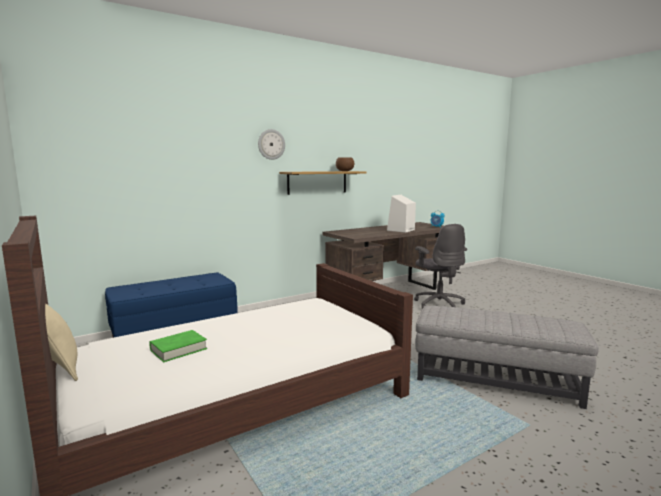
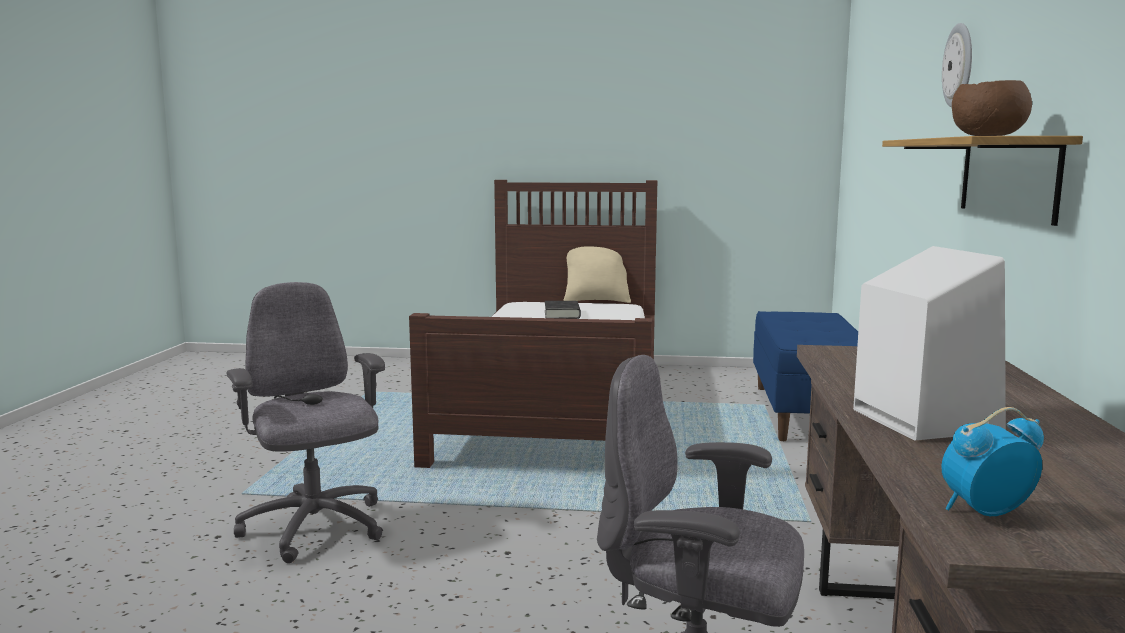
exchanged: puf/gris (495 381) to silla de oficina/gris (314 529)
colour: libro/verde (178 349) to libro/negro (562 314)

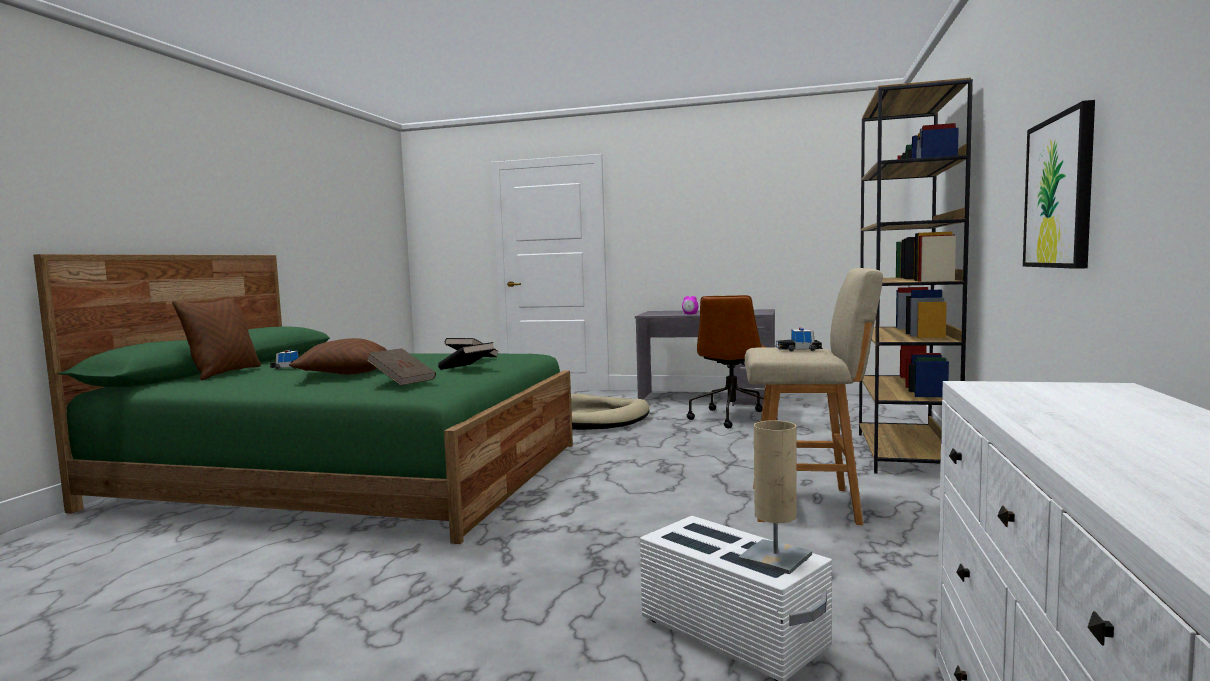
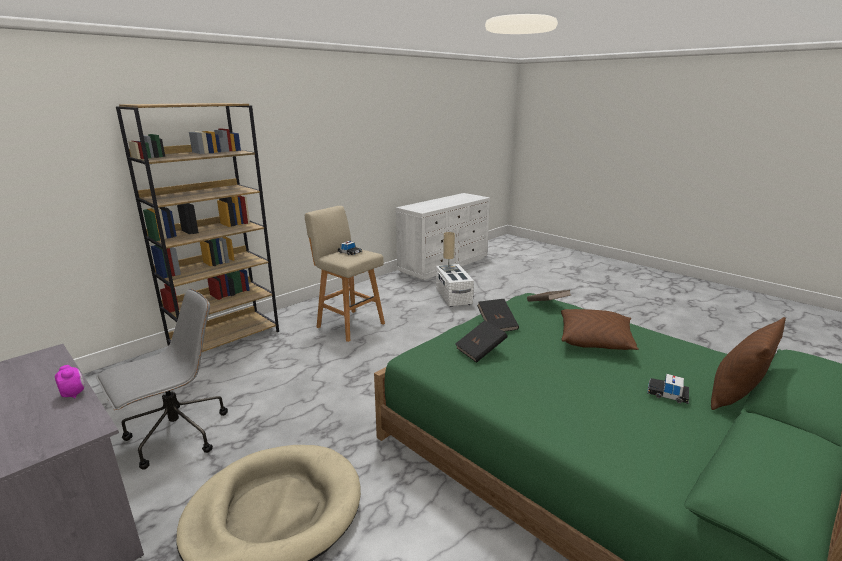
missing: cuadro (1060 192)
colour: silla de oficina/marrón (732 418) to silla de oficina/gris (176 436)

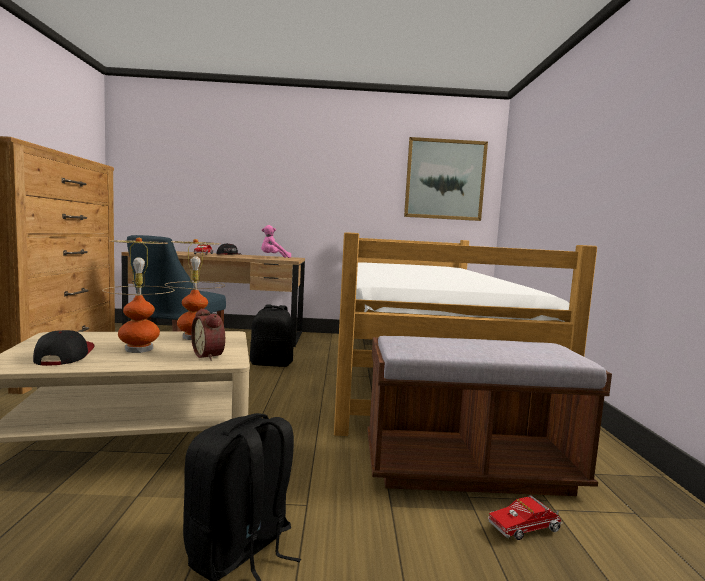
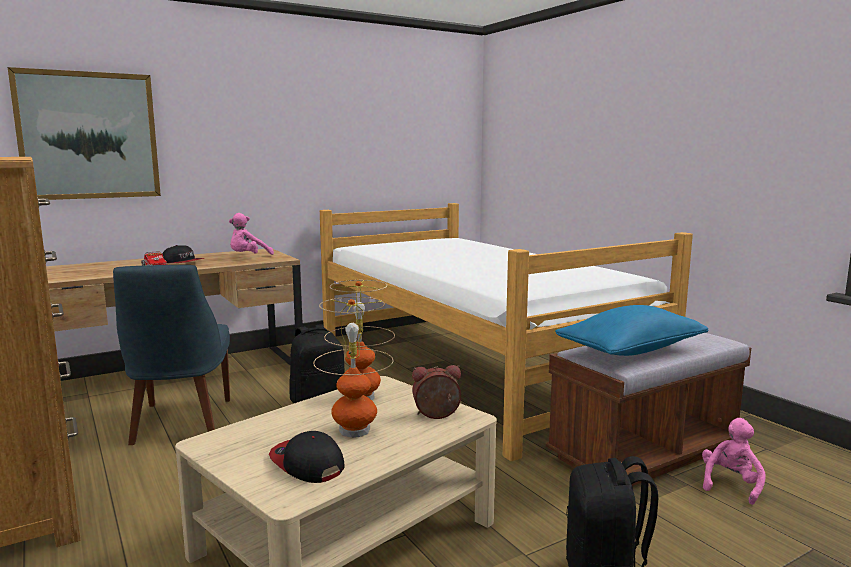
appeared: cojín/azul (630 351)
relocated: cuadro (445 179) to (88 136)
exchanged: camión de juguete (526 528) to peluche/rosa (731 485)
spun: despertador (210 355) = (437 416) 150 degrees clockwise

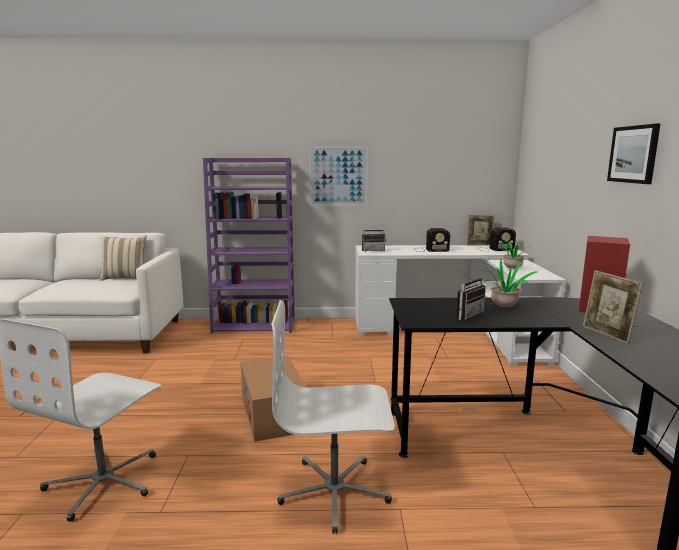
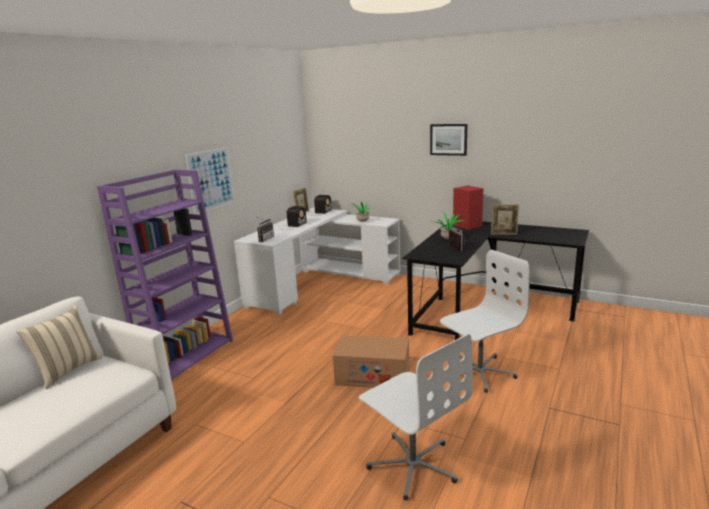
spun: silla de oficina/blanco (335 492) = (479 372) 150 degrees counterclockwise

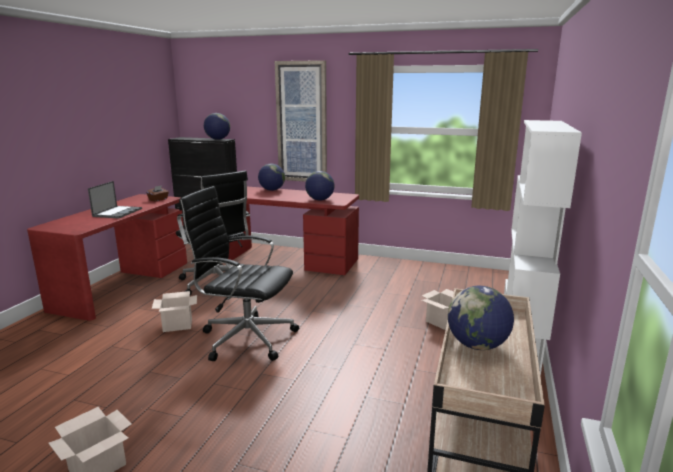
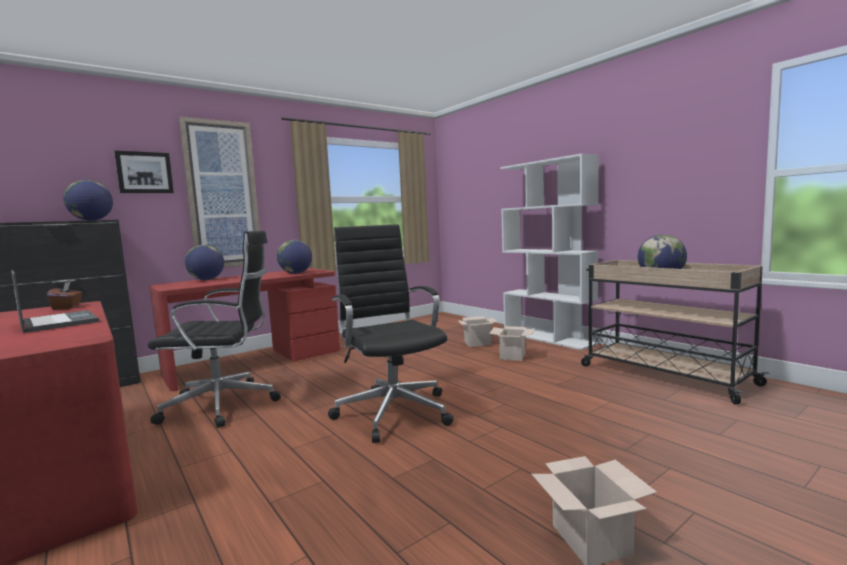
appeared: cuadro (144 172)
relocated: caja de cartón (178 325) to (512 356)
spun: silla de oficina/negro (245 338) = (393 411) 105 degrees clockwise

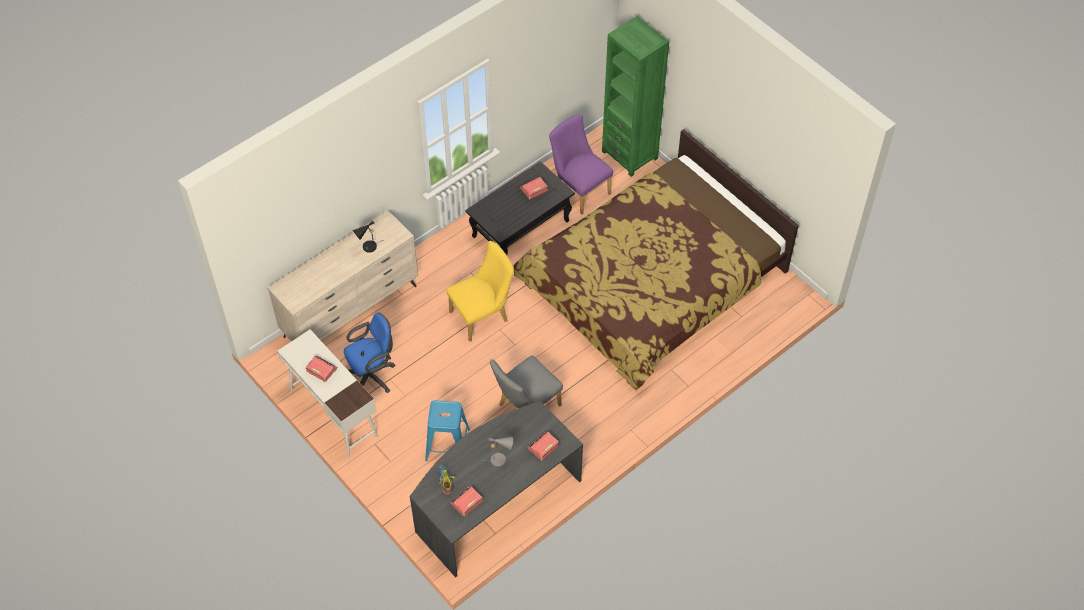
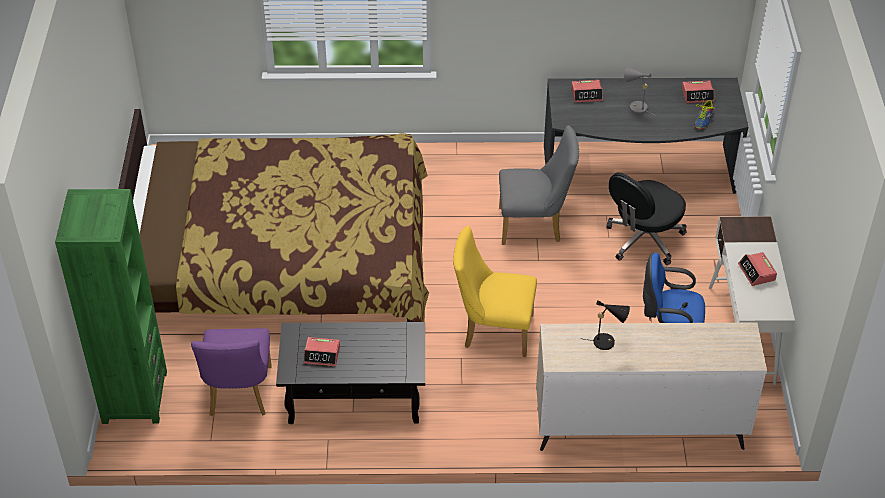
exchanged: taburete/azul (447 445) to silla de oficina/negro (643 240)

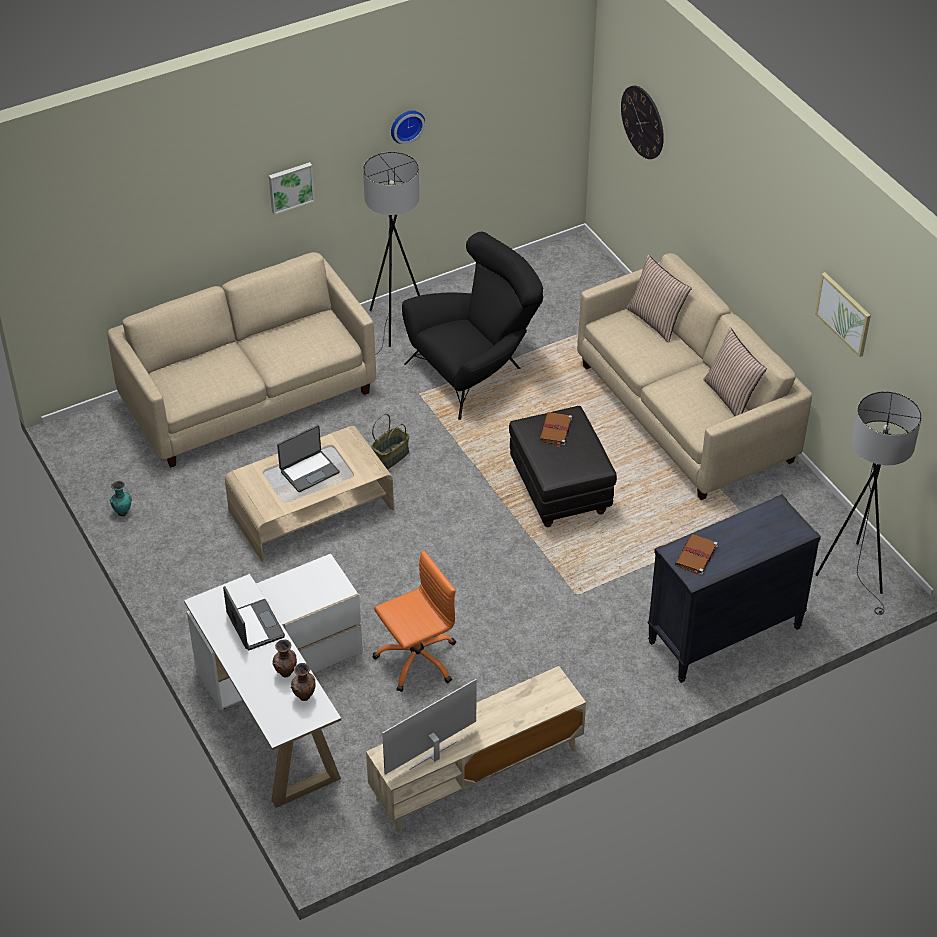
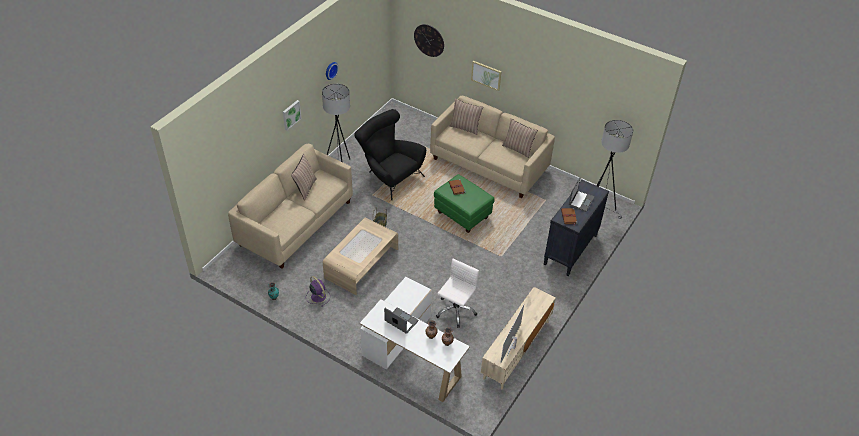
appeared: cojín (305 188); ventilador/morado (318 296)
relocated: cuadro (844 313) to (486 75); portátil (309 471) to (580 201)
colour: puf/negro (561 490) to puf/verde (462 215); silla de oficina/naranja (417 659) to silla de oficina/blanco (455 310)
spun: sillón/negro (475 370) = (389 176) 75 degrees counterclockwise

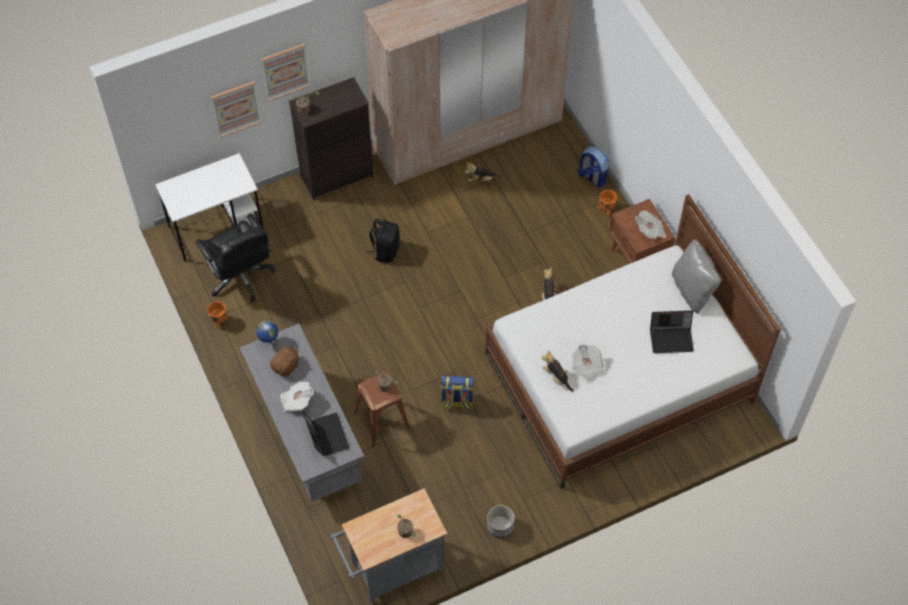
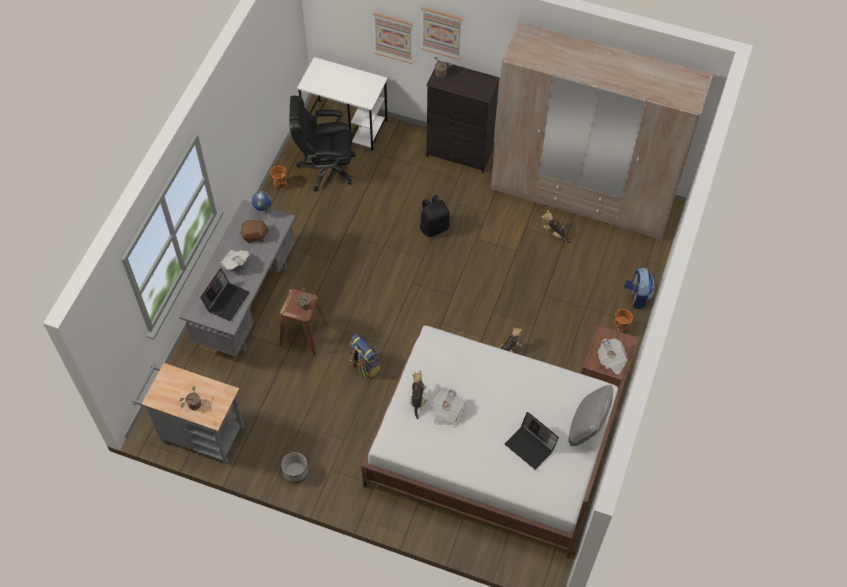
spun: silla de oficina/negro (241 276) = (325 168) 75 degrees clockwise

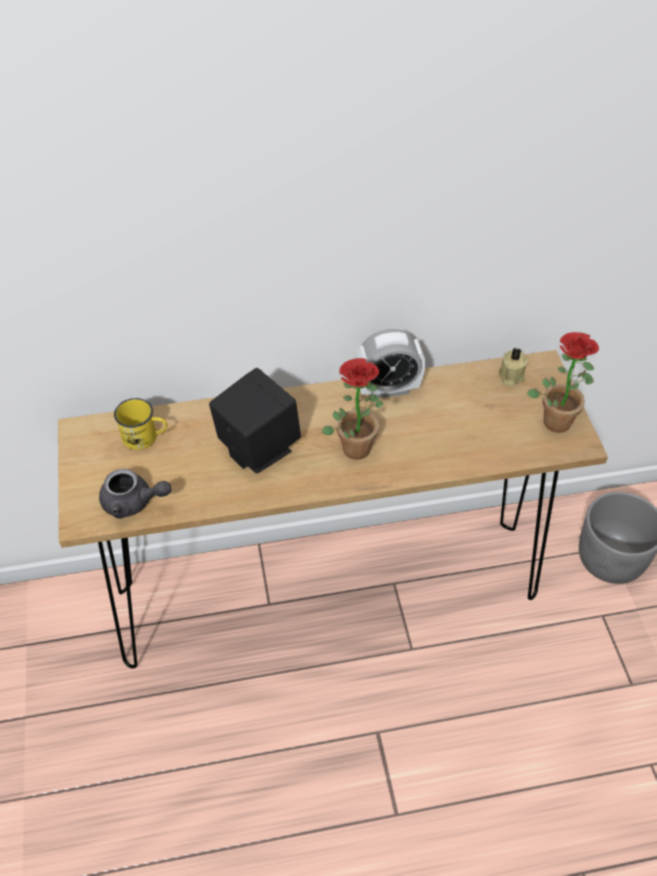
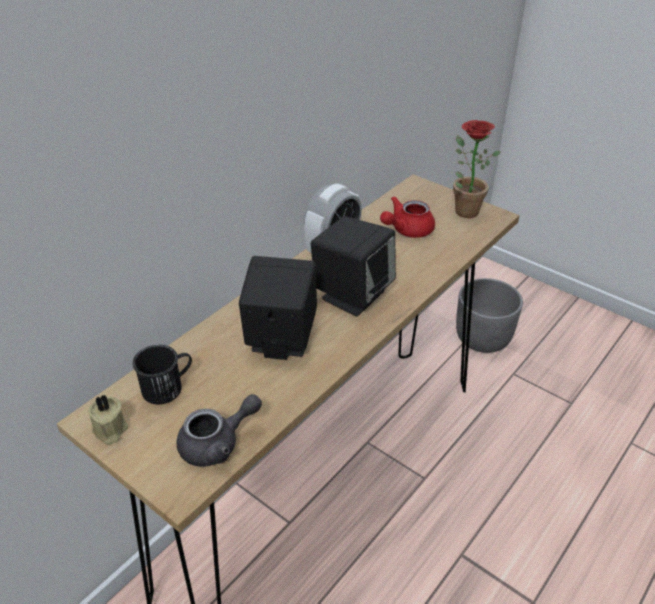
appeared: tetera/rojo (407 230)
relocated: vela/beis (510 376) to (109 430)
exchanged: planta en maceta (354 444) to altavoz/negro (352 294)
colour: taza grande/amarillo (145 437) to taza grande/negro (168 387)

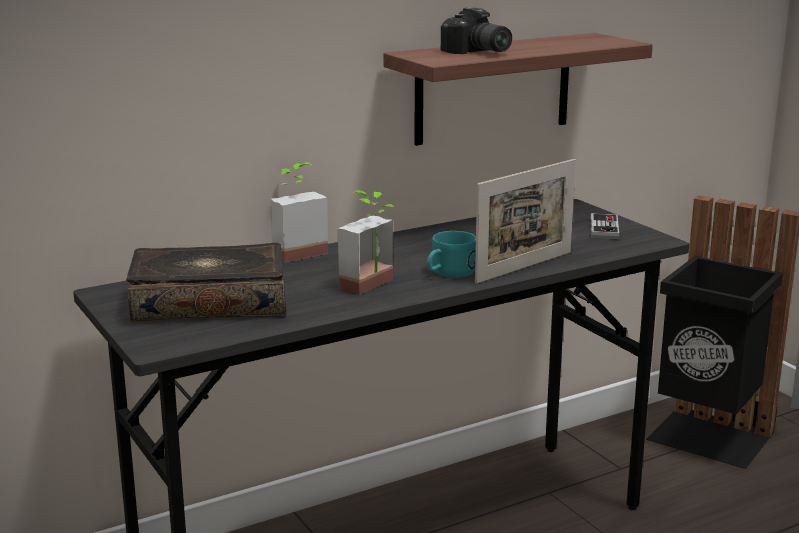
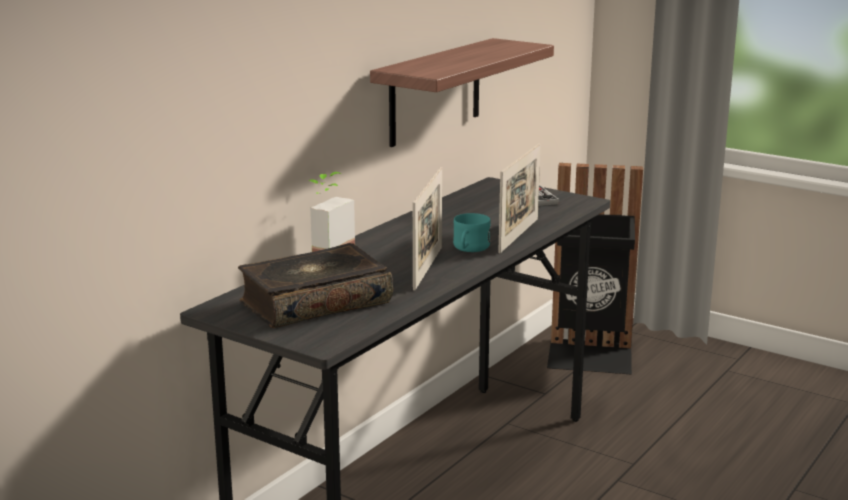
missing: cámara (476 52)
exchanged: planta en maceta (375 286) to portarretratos (428 268)

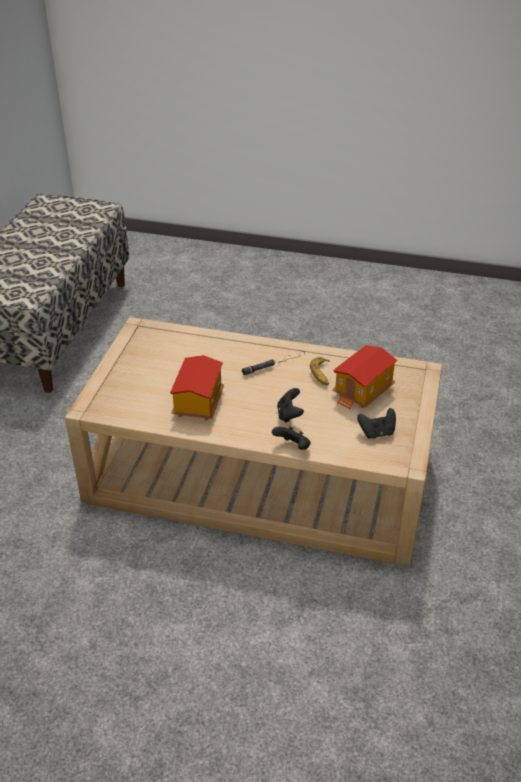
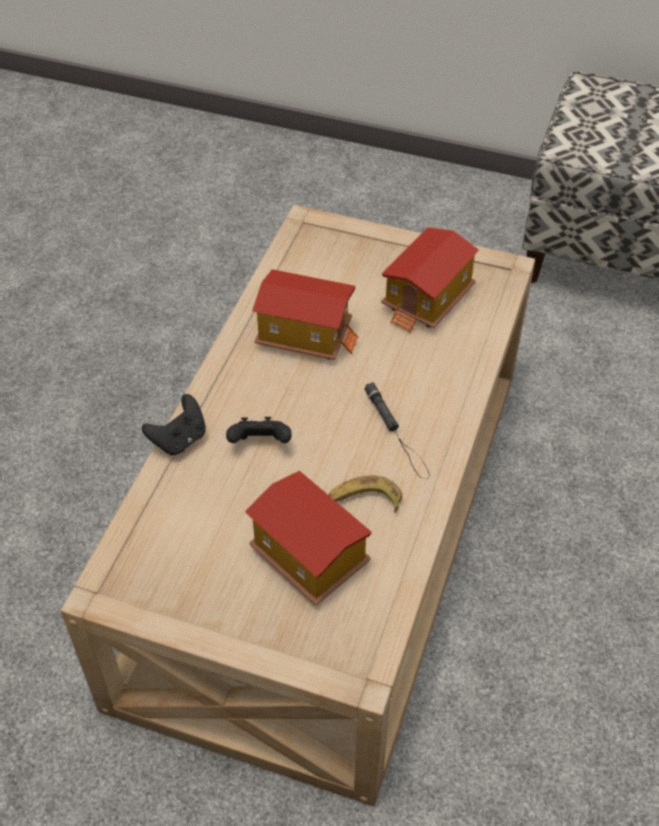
missing: mando de consola/negro (377 433)
appeared: casita (428 300)

